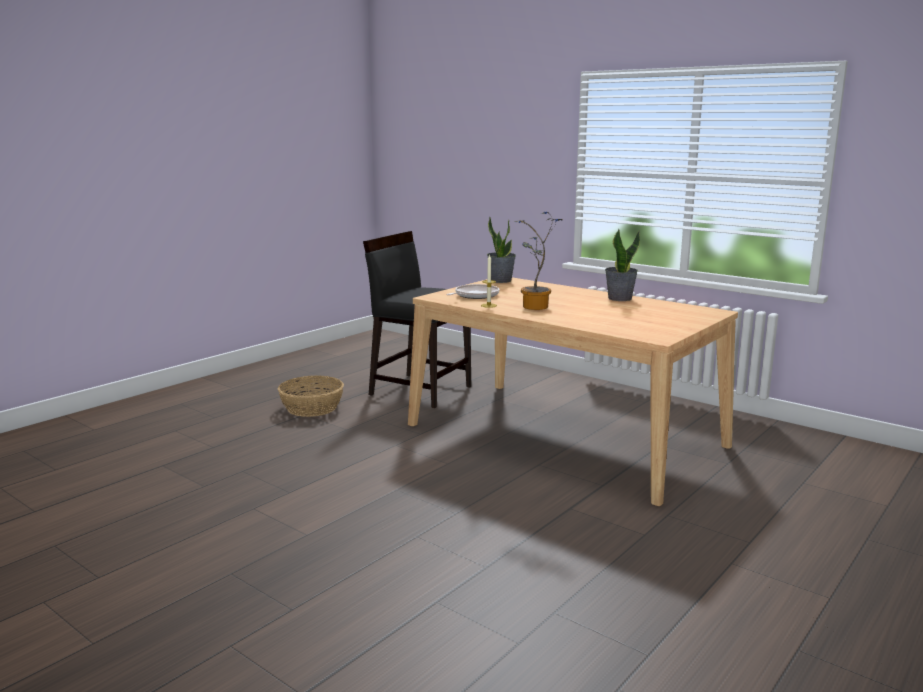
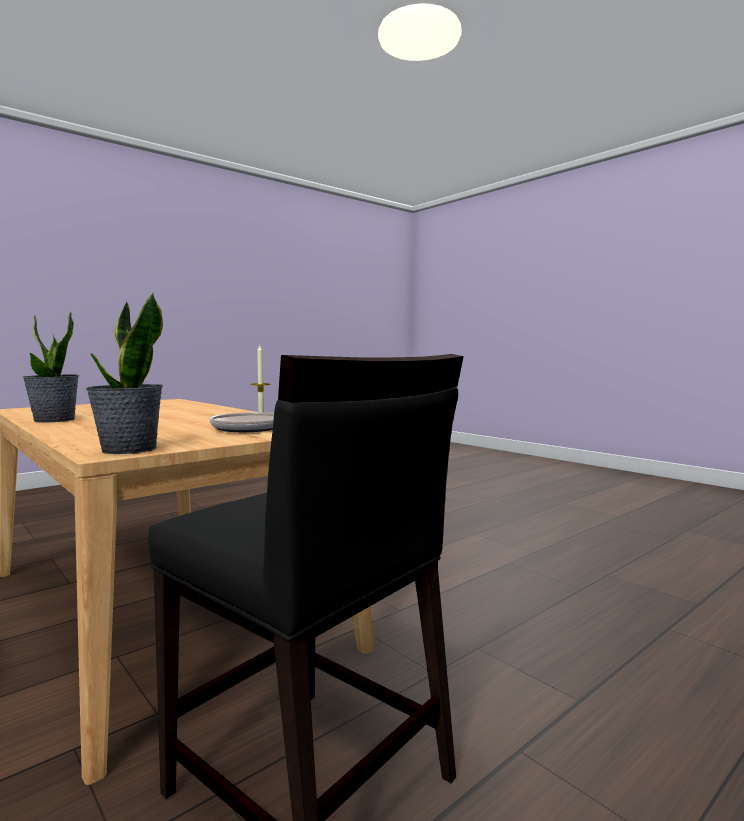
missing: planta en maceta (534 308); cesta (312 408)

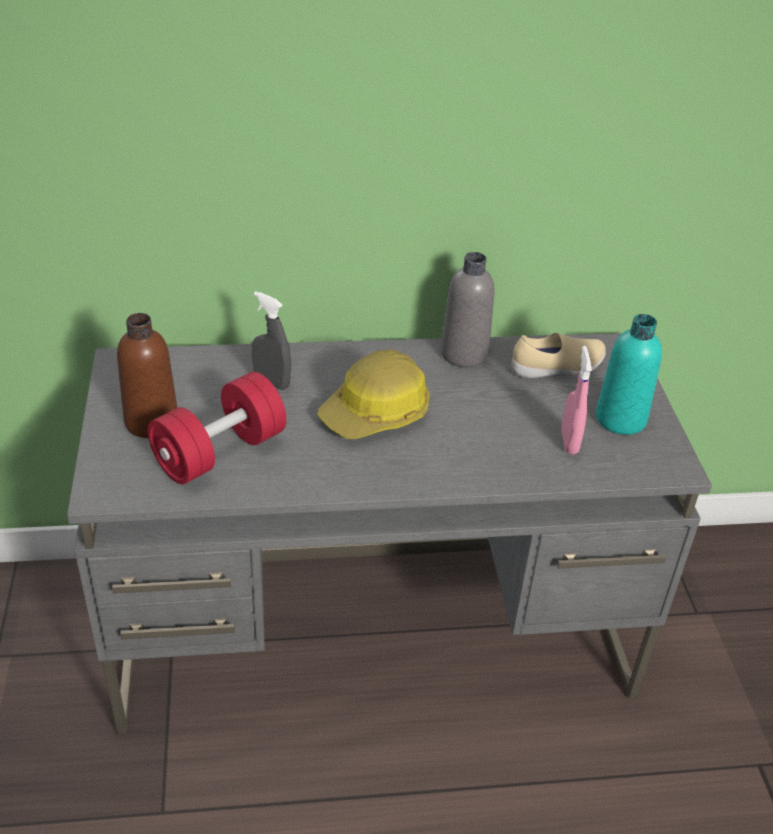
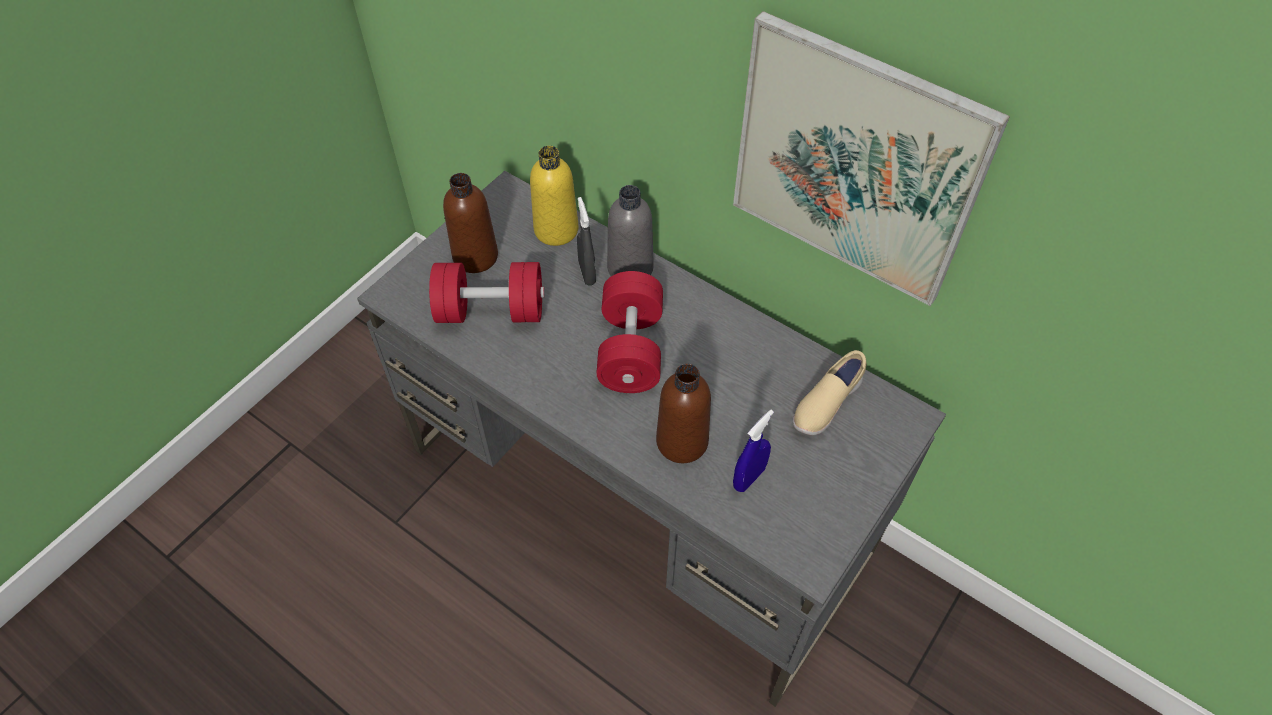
missing: botella/turquesa (620 419)
appeared: cuadro (854 163); botella/amarillo (556 230); botella/marrón (682 441)
relocated: botella/gris (464 354) to (630 268)
exchanged: casco (376 413) to mancuerna/rojo (630 349)
colour: pulverizador/rosa (569 442) to pulverizador/azul (749 478)
spun: zapato/beis (557 368) = (825 404) 105 degrees clockwise

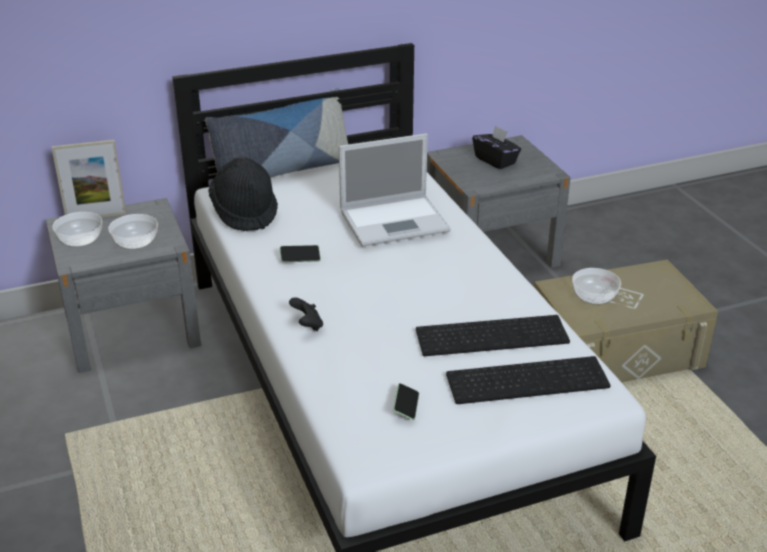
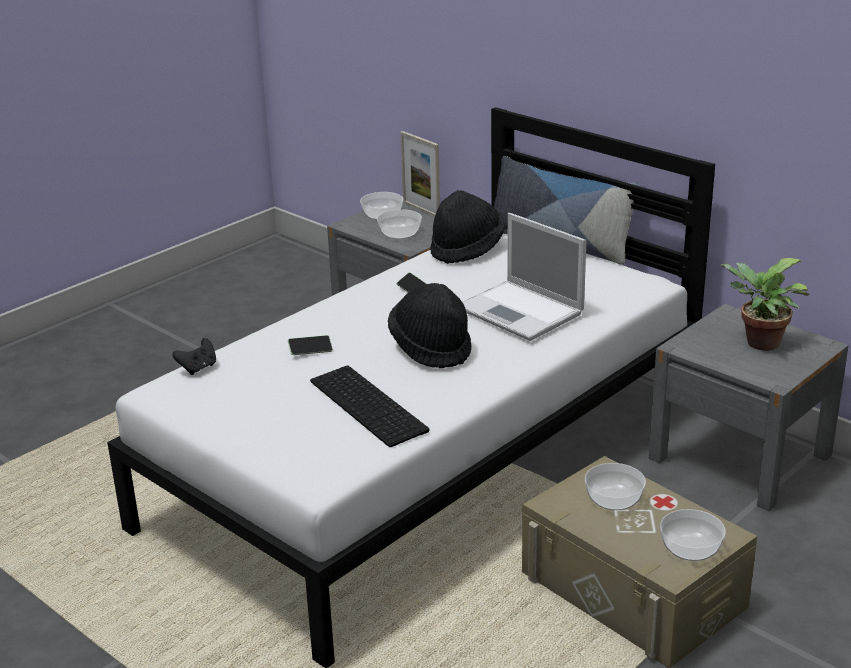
missing: teclado (528 379)
appeared: sombrero/negro (431 348); cuenco (689 548)
relocated: mando de consola/negro (307 325) to (198 368); móvil (406 407) to (310 351)
exchanged: caja de pañuelos/negro (495 160) to planta en maceta (758 343)

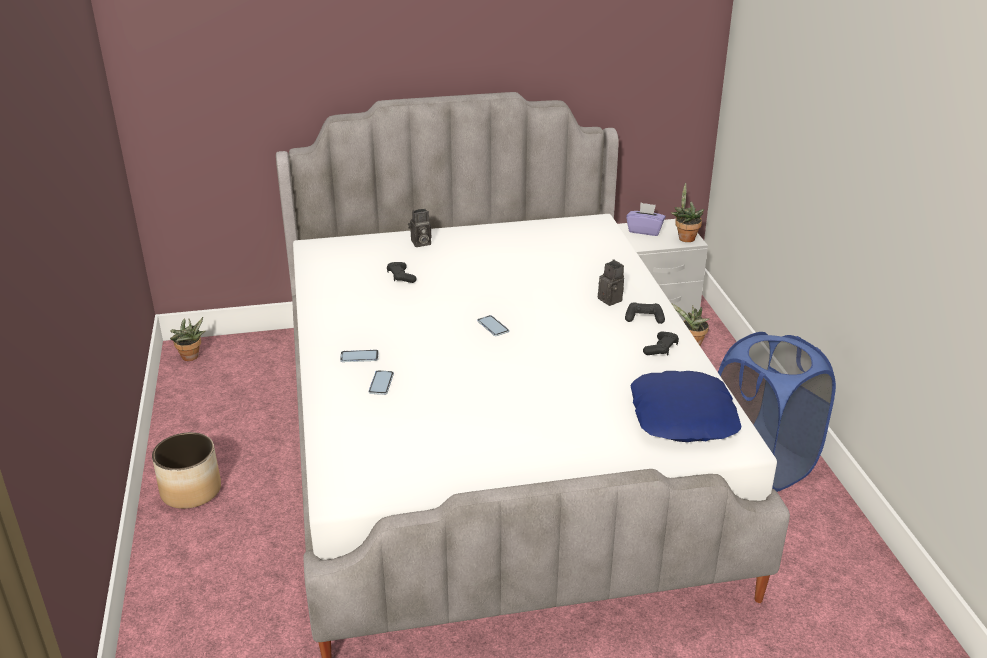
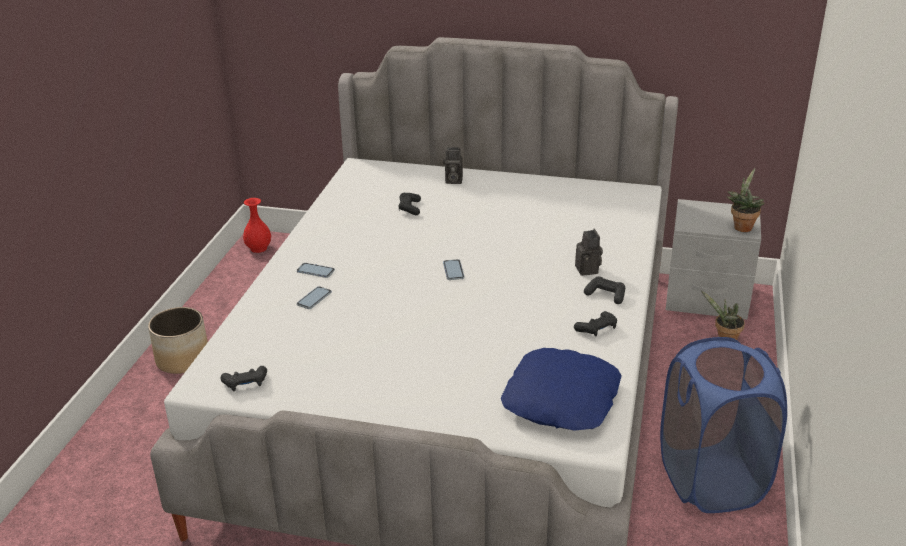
missing: caja de pañuelos/morado (645 230)
appeared: mando de consola/negro (245 383)
exchanged: planta en maceta (191 358) to florero/rojo (259 248)

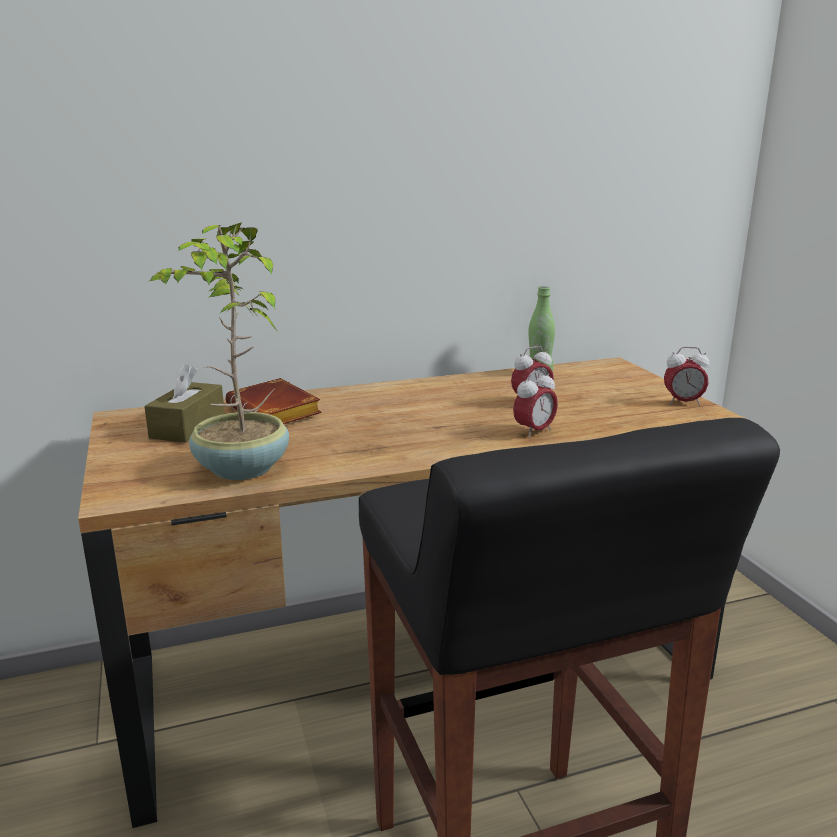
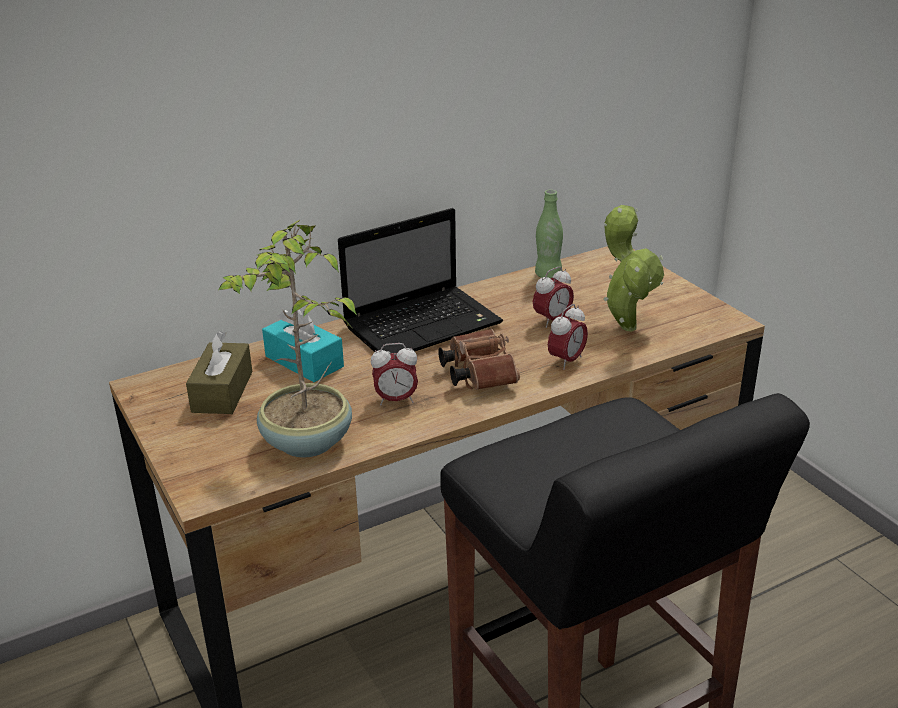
appeared: planta en maceta (626 325); portátil (425 324); prismáticos/marrón (477 373)
relocated: despertador (683 403) to (396 400)
exchanged: libro/marrón (277 412) to caja de pañuelos/turquesa (304 361)

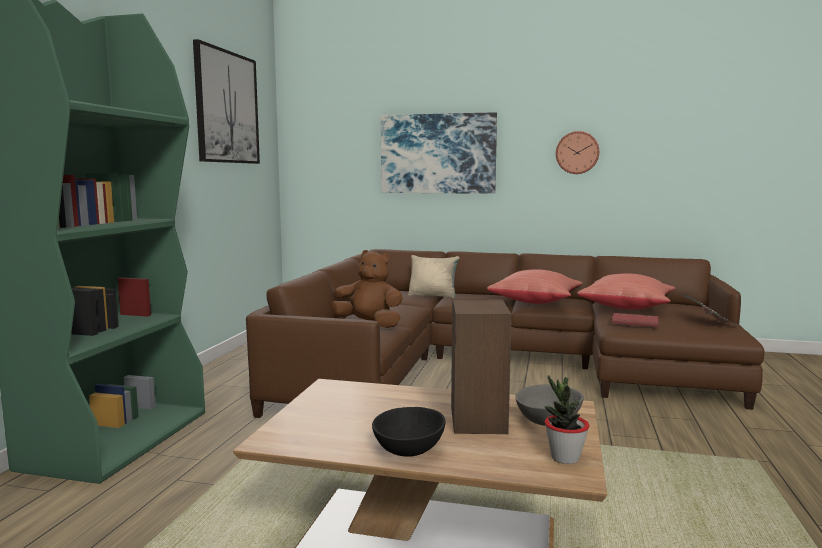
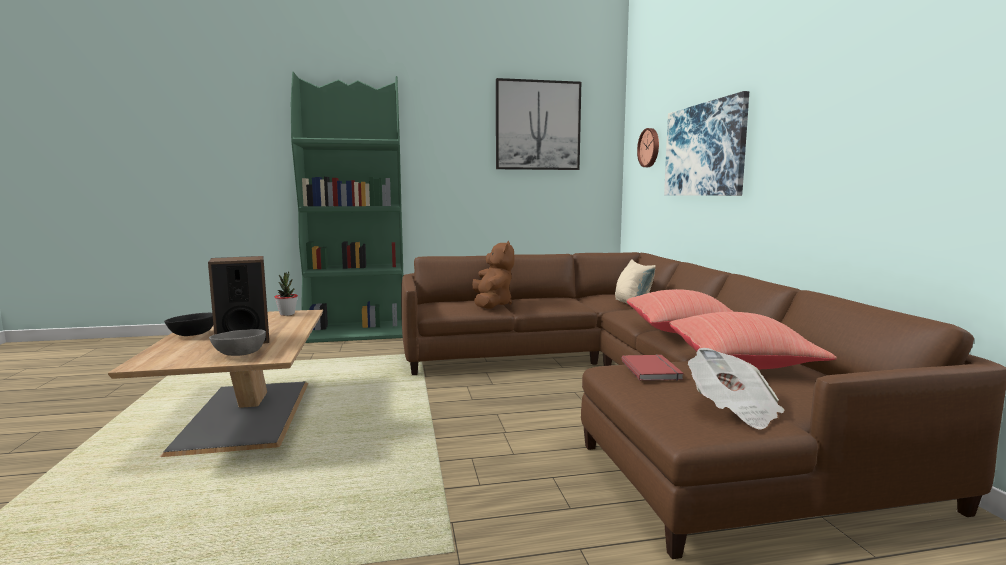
relocated: reloj de pared (577 152) to (649 147); planta en maceta (565 458) to (287 314)

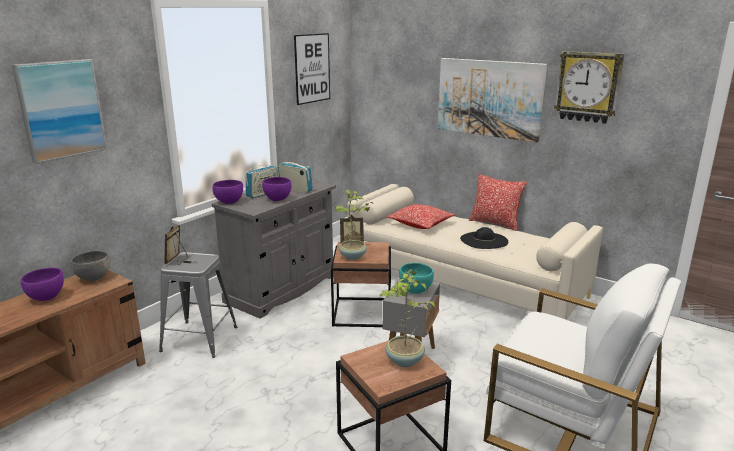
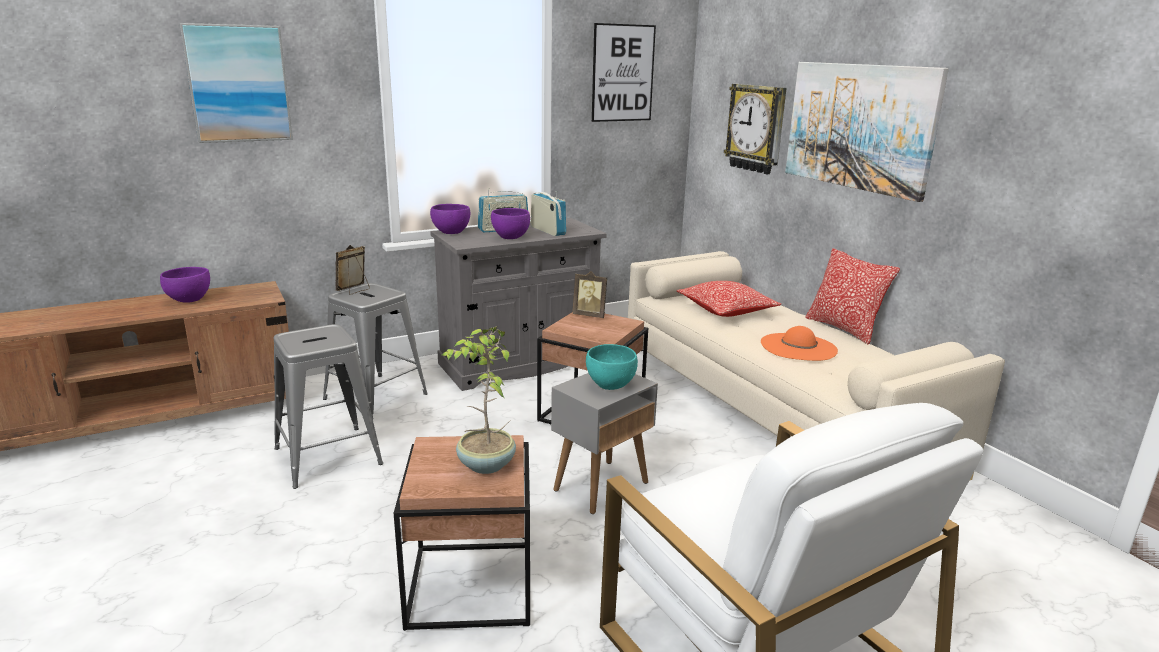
missing: planta en maceta (353 256); cuenco/gris (94 278)
appeared: taburete/gris (328 456)
relocated: reloj de pared (588 87) to (756 128)
colour: sombrero/negro (484 240) to sombrero/naranja (798 347)

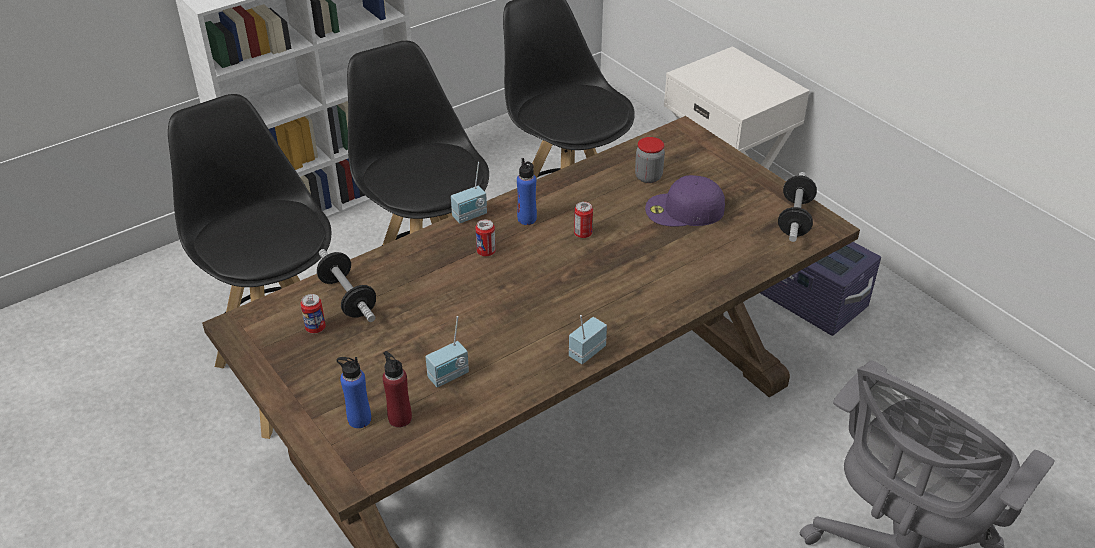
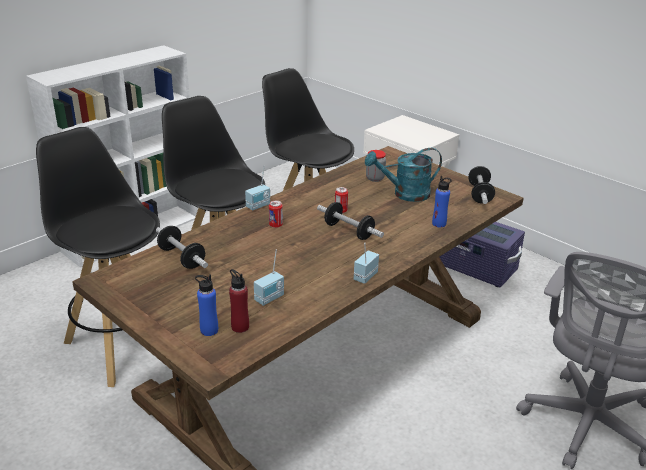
missing: lata (315 328)
appeared: mancuerna (349 231)
relocated: botella/azul (527 219) to (439 224)
exchanged: gorra/morado (684 210) to regadera/turquesa (405 194)

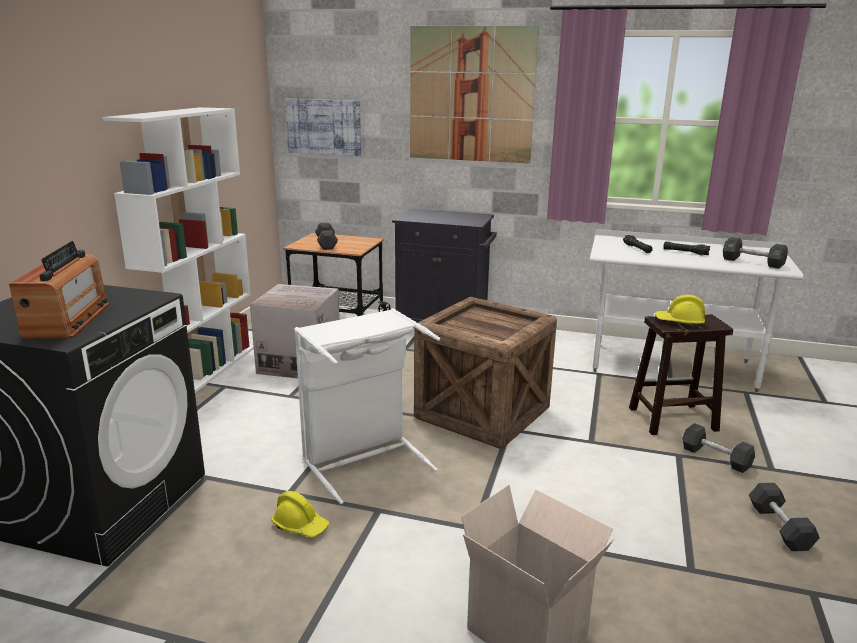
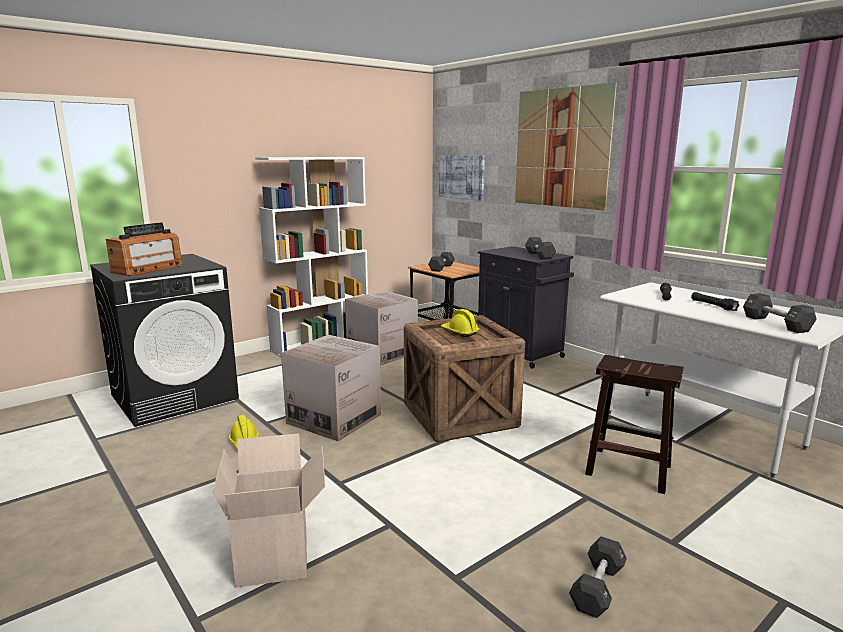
relocated: casco/amarillo (679 322) to (459 332); mancuerna/negro (715 457) to (539 255)
exchanged: cesto de la ropa/blanco (363 459) to caja de cartón (334 419)

